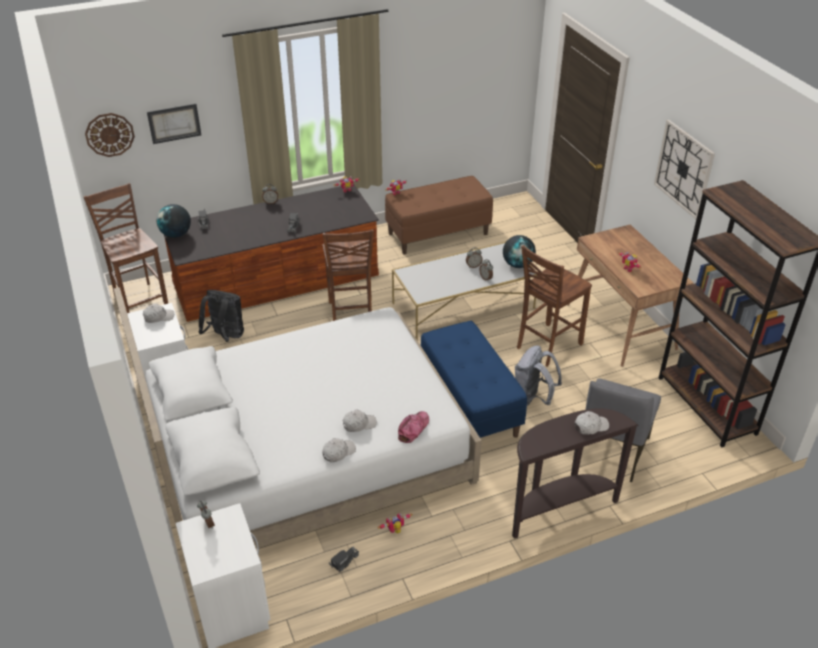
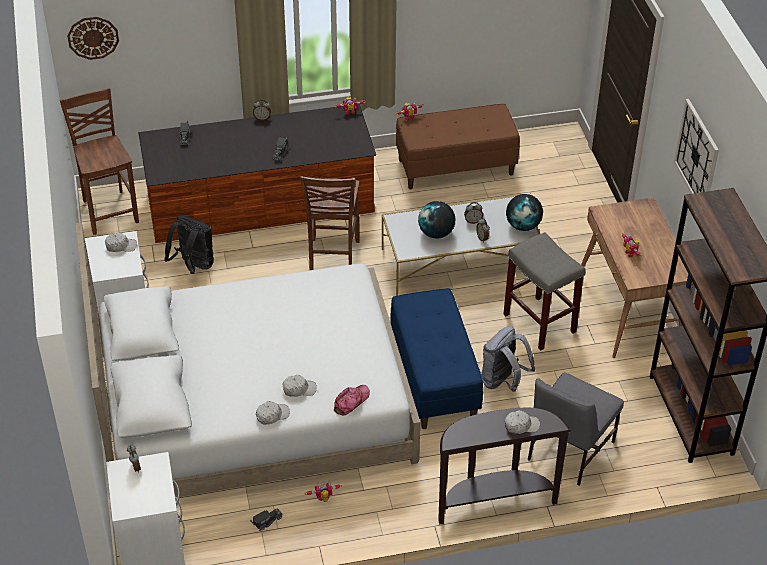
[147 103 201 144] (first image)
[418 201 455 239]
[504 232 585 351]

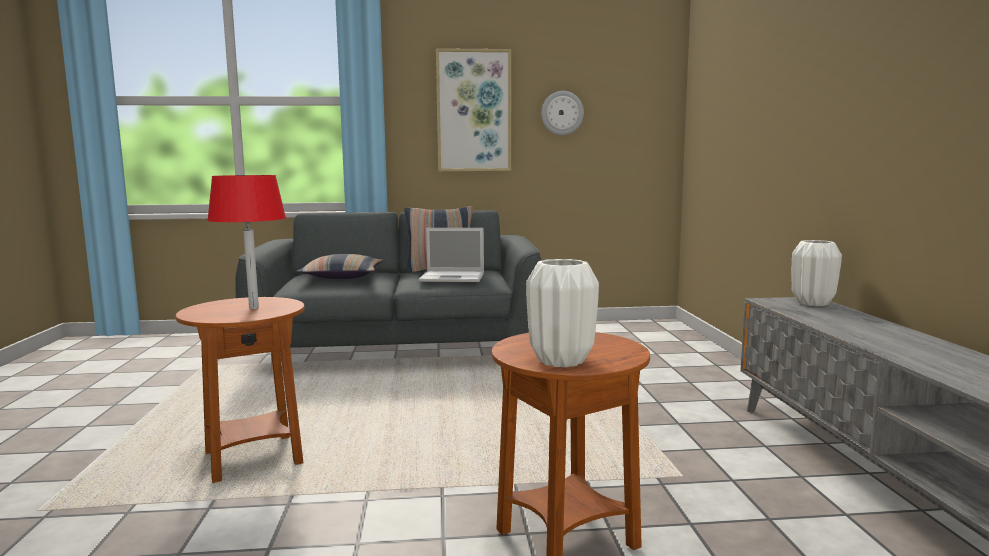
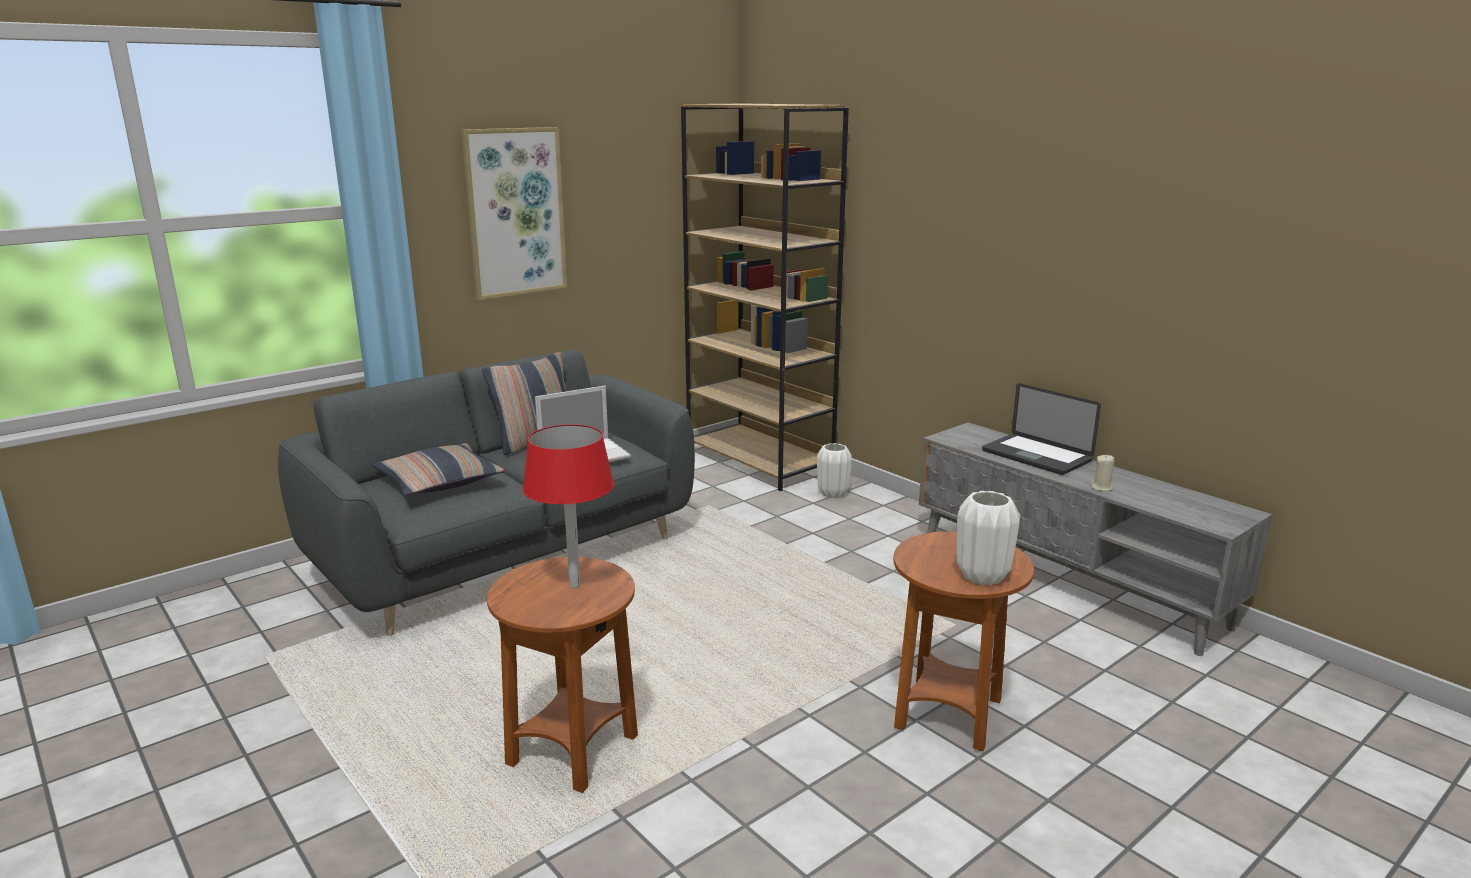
[541 91 584 135] (first image)
[681 104 849 491]
[982 383 1101 475]
[1091 454 1114 491]
[817 443 852 498]

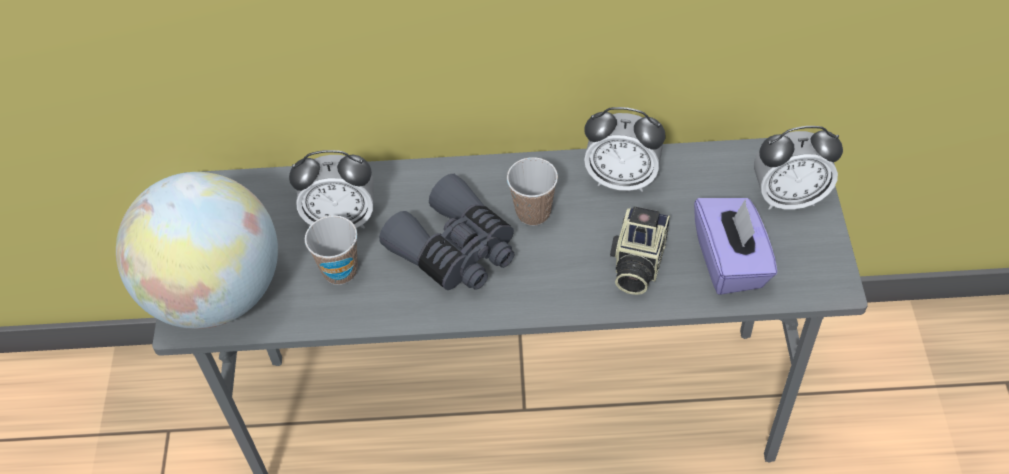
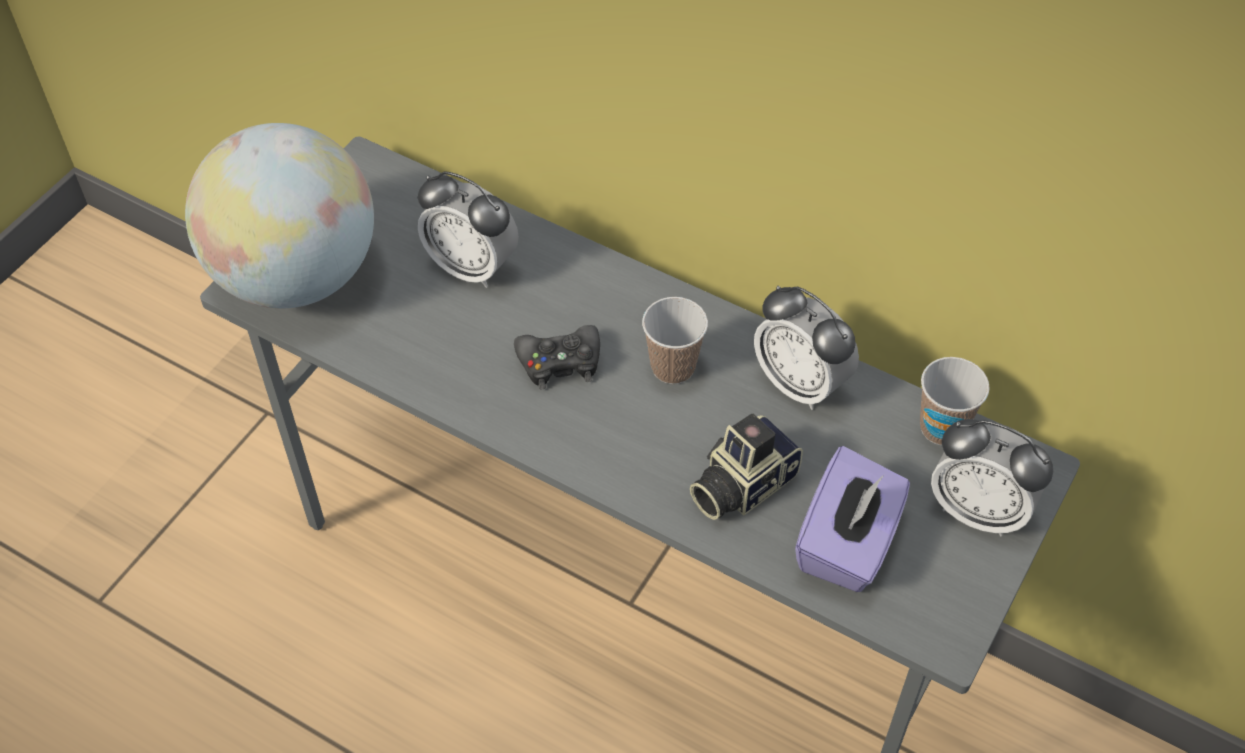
[920 357 990 445]
[514 325 600 390]

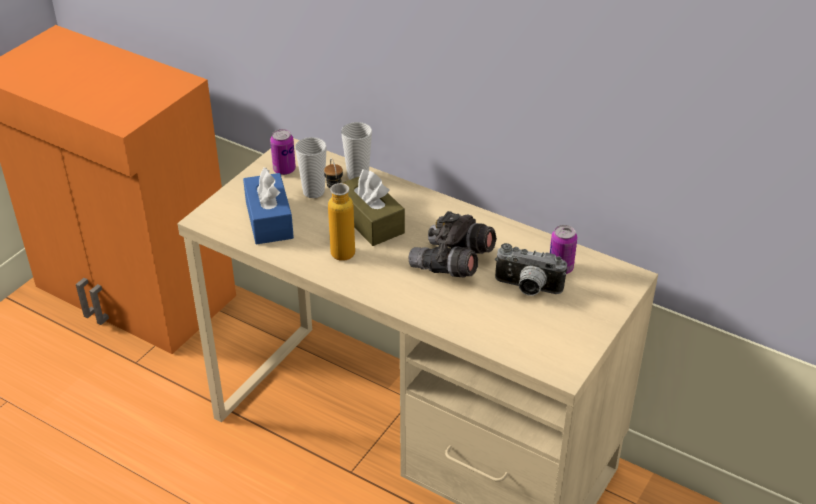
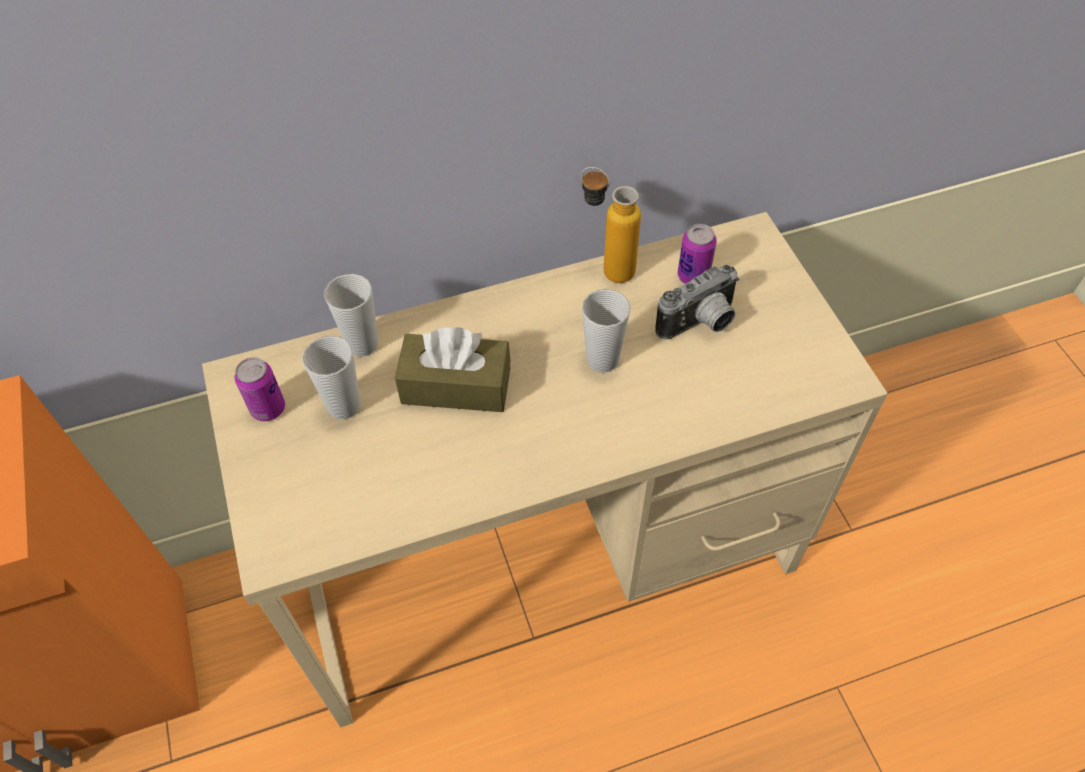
[243 168 294 244] (first image)
[581 167 641 283]
[582 289 631 373]

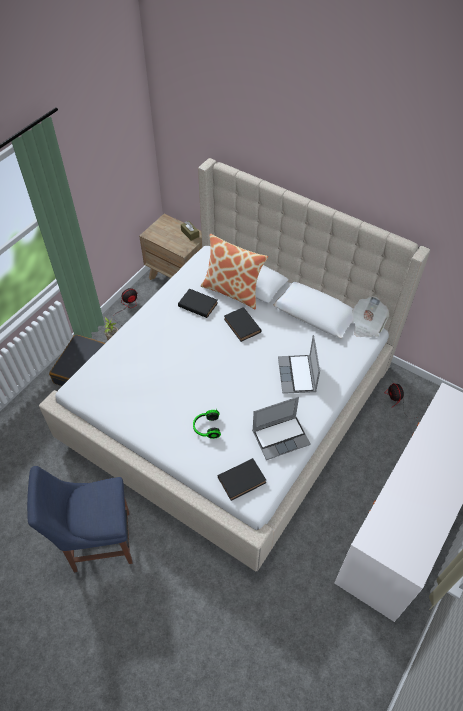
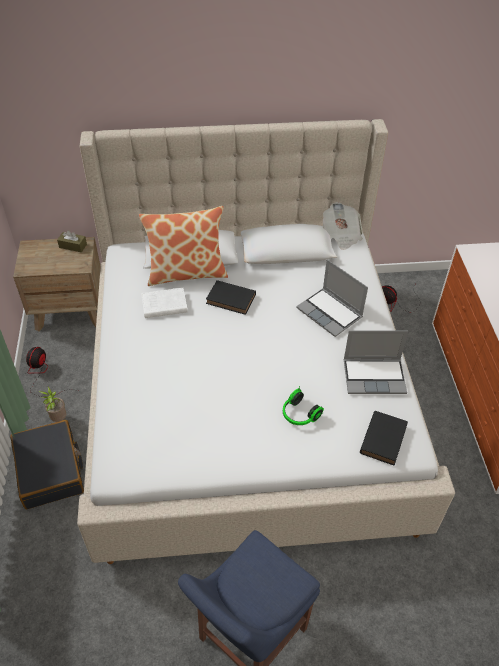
[141 288 188 318]
[344 330 408 394]

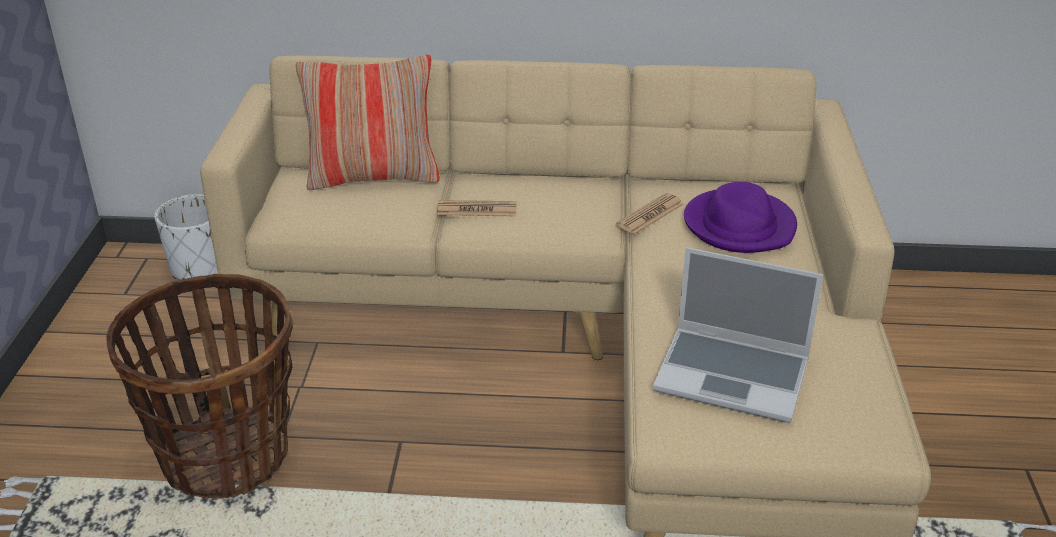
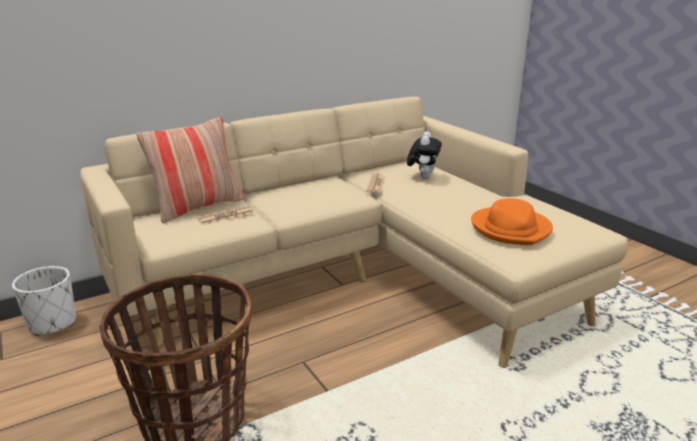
[196 205 253 225]
[471 198 553 245]
[407 131 442 179]

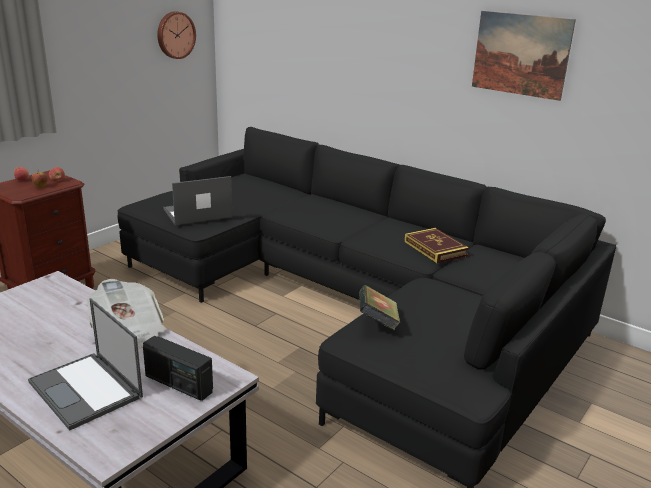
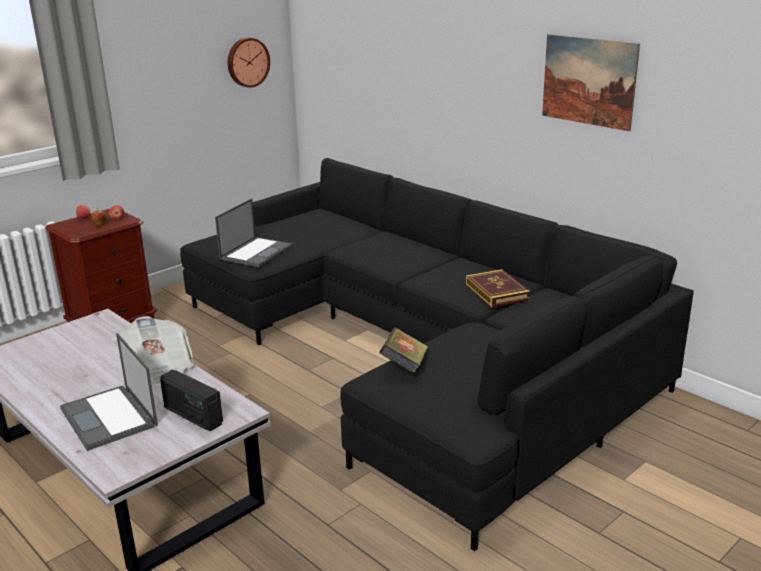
[215 198 293 267]

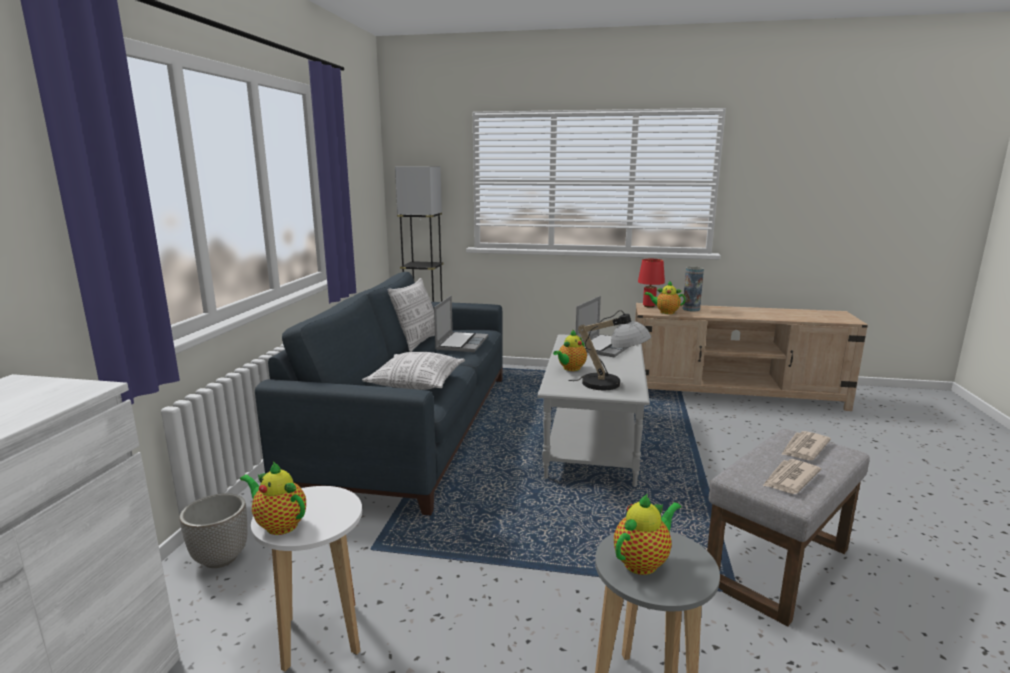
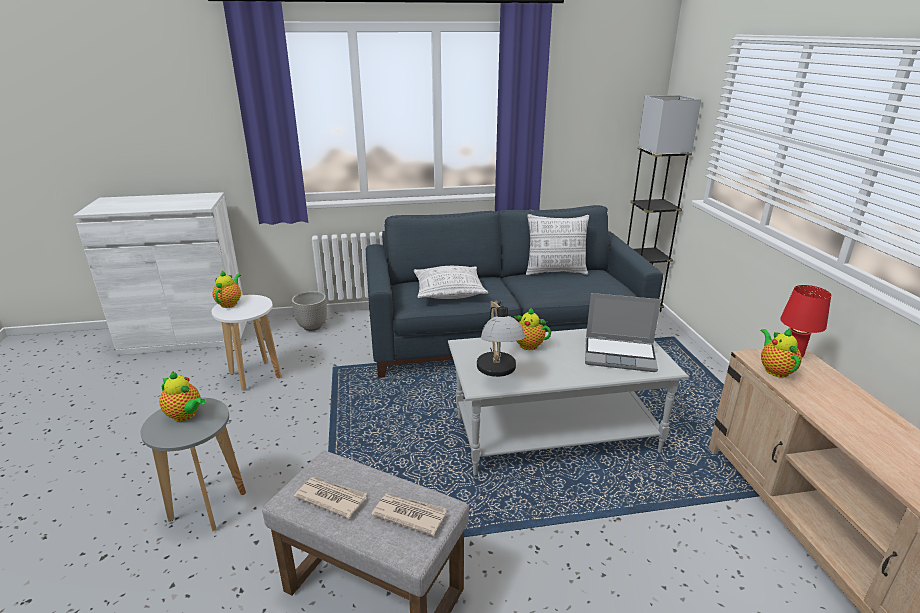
[434 295 488 352] (first image)
[683 267 704 311] (first image)

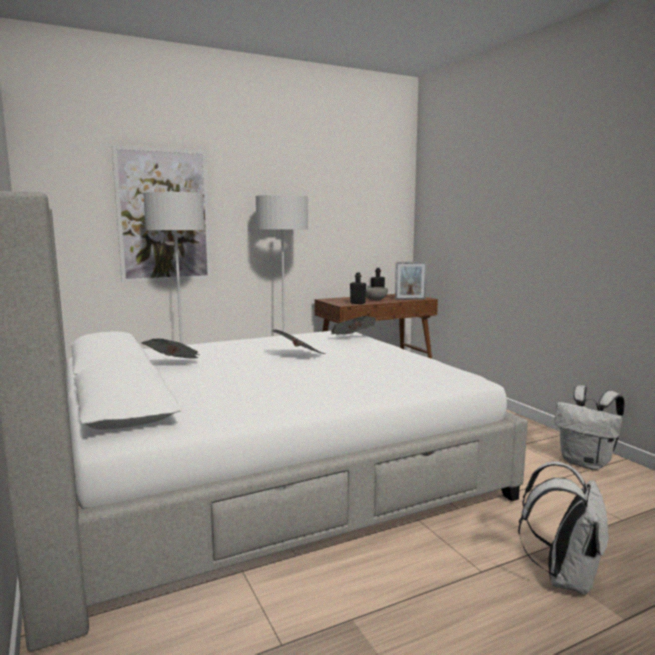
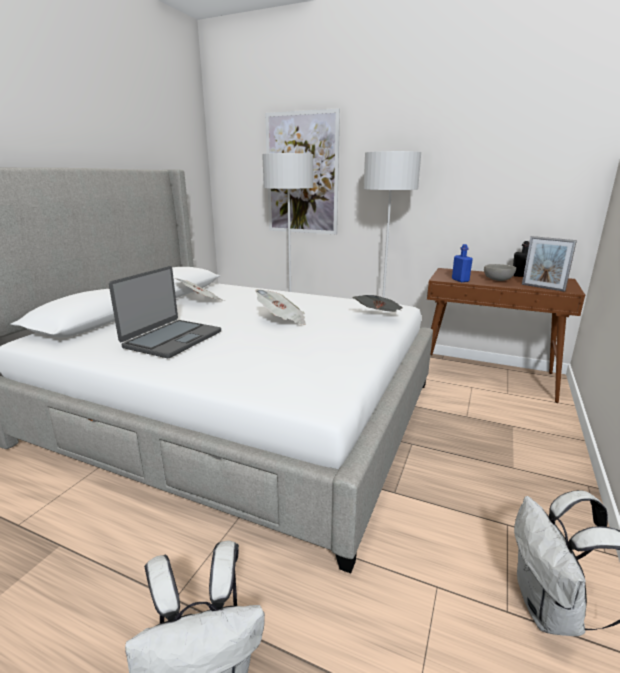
[109 266 221 358]
[452 244 473 282]

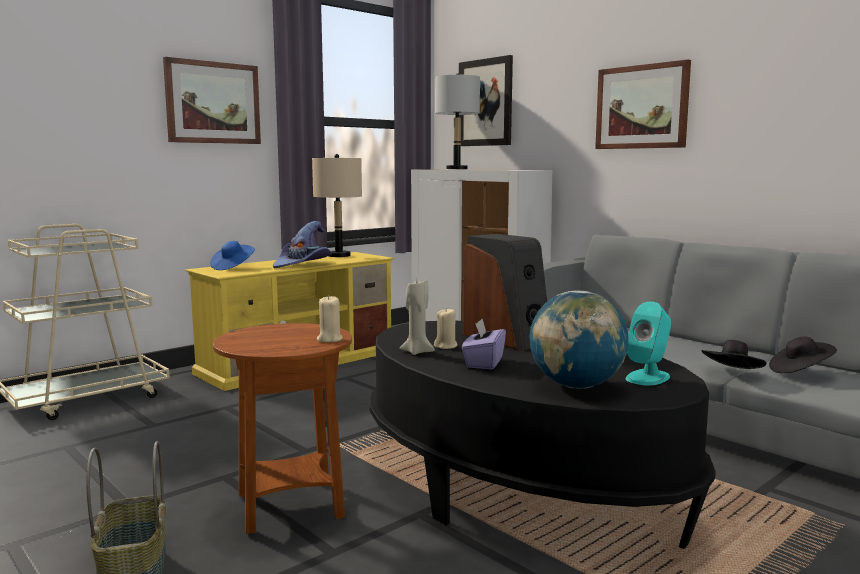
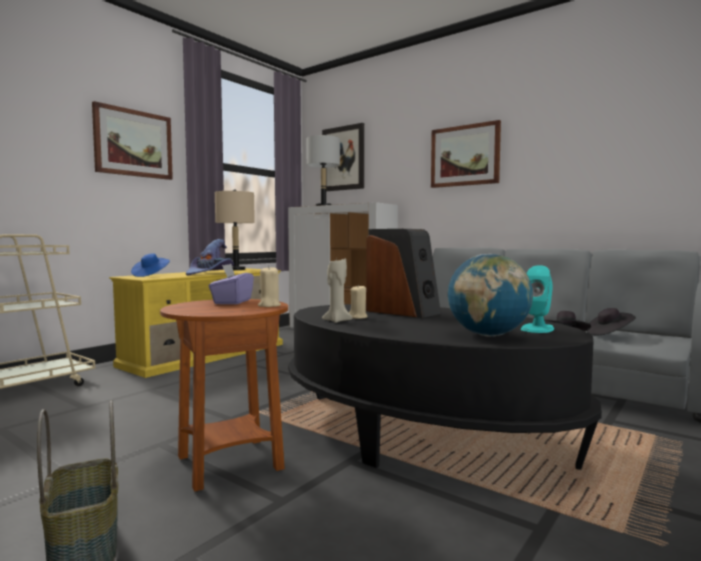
[209 264 254 304]

